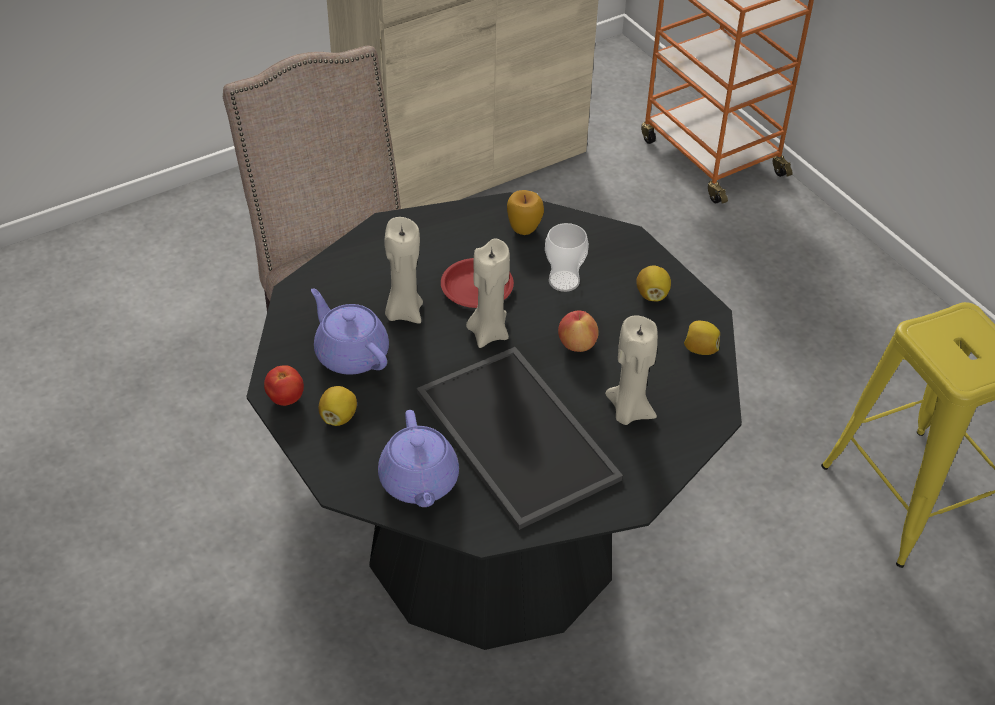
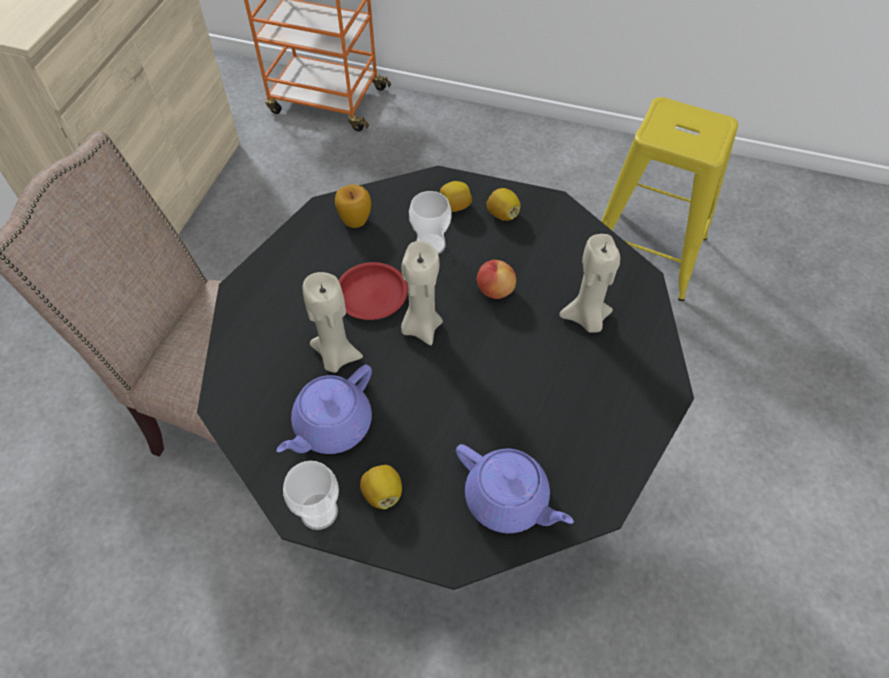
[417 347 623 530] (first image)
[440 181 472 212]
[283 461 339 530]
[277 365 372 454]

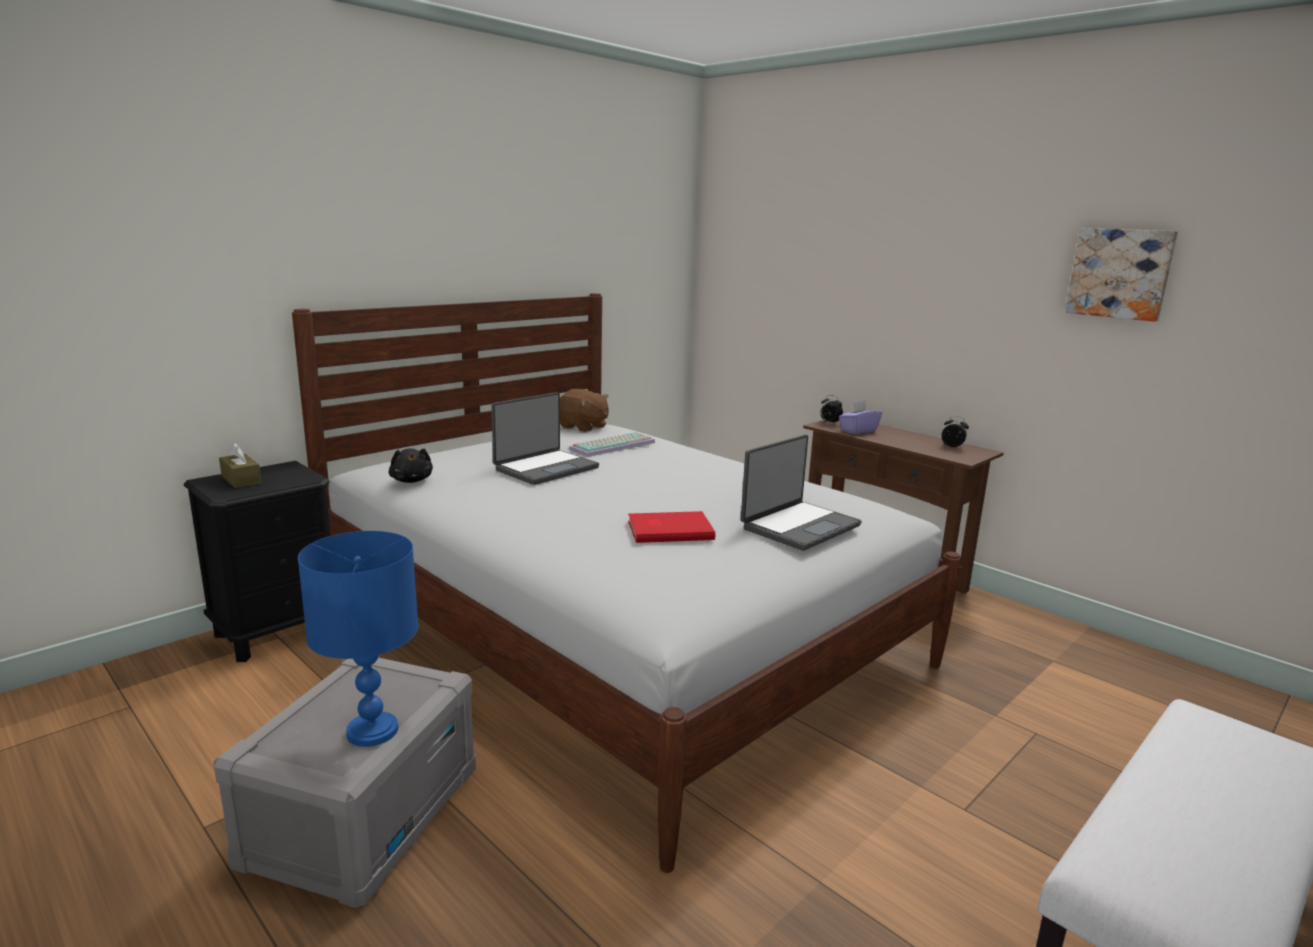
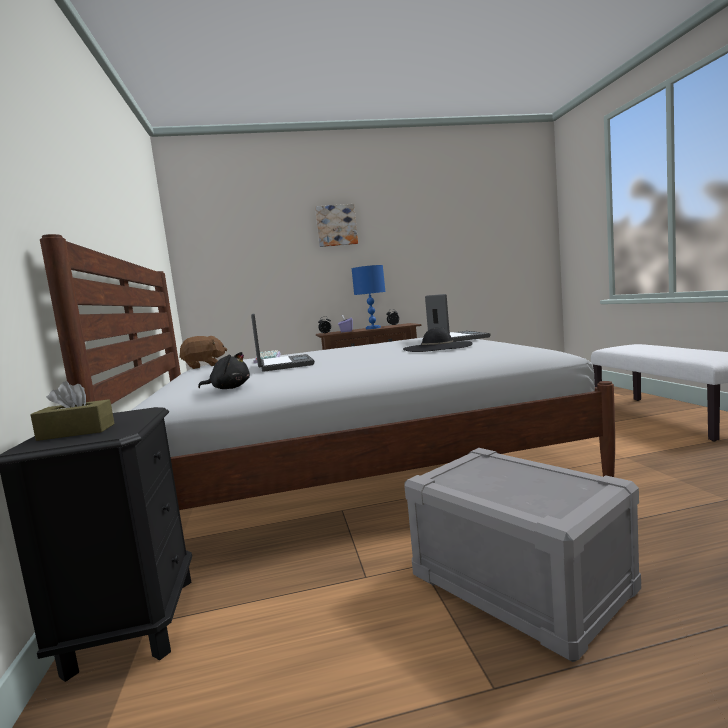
[352 265 385 329]
[315 204 358 247]
[403 327 473 352]

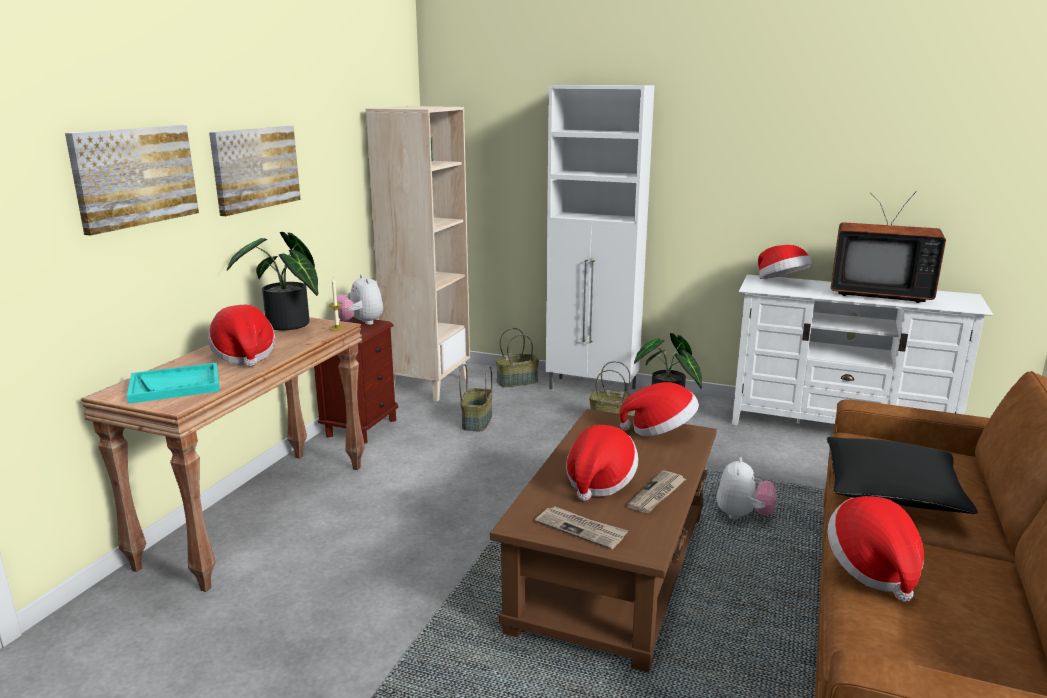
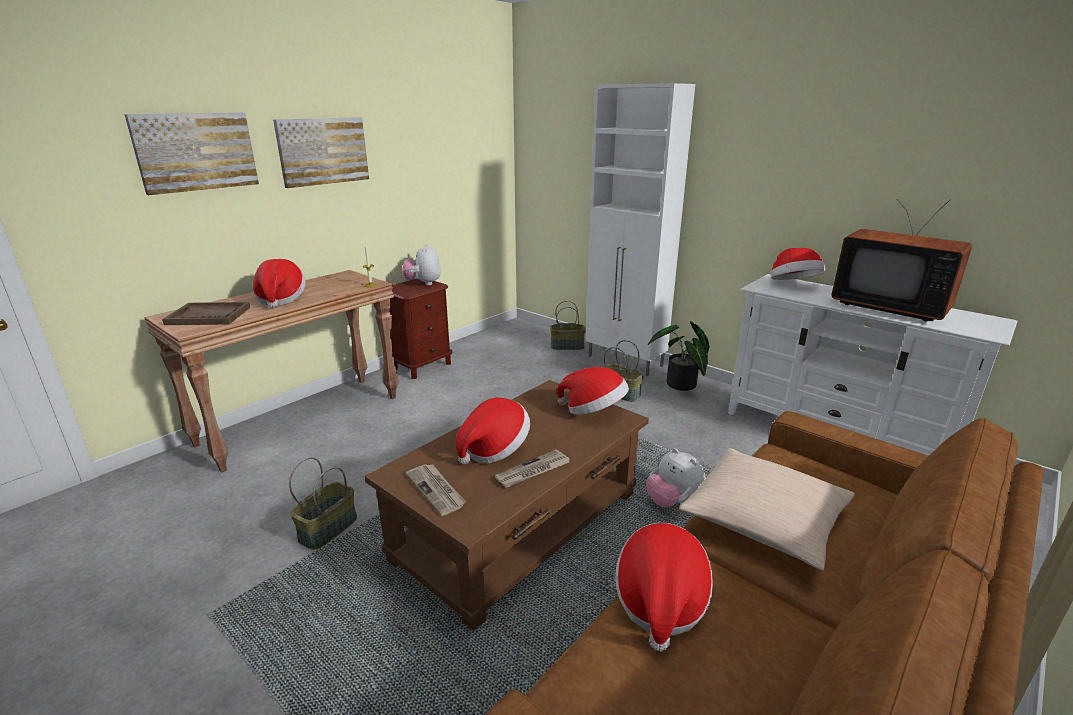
[227 232 318 330] (first image)
[366 106 470 401] (first image)
[289 457 357 550]
[162 302 250 325]
[679 448 855 571]
[646 448 706 507]

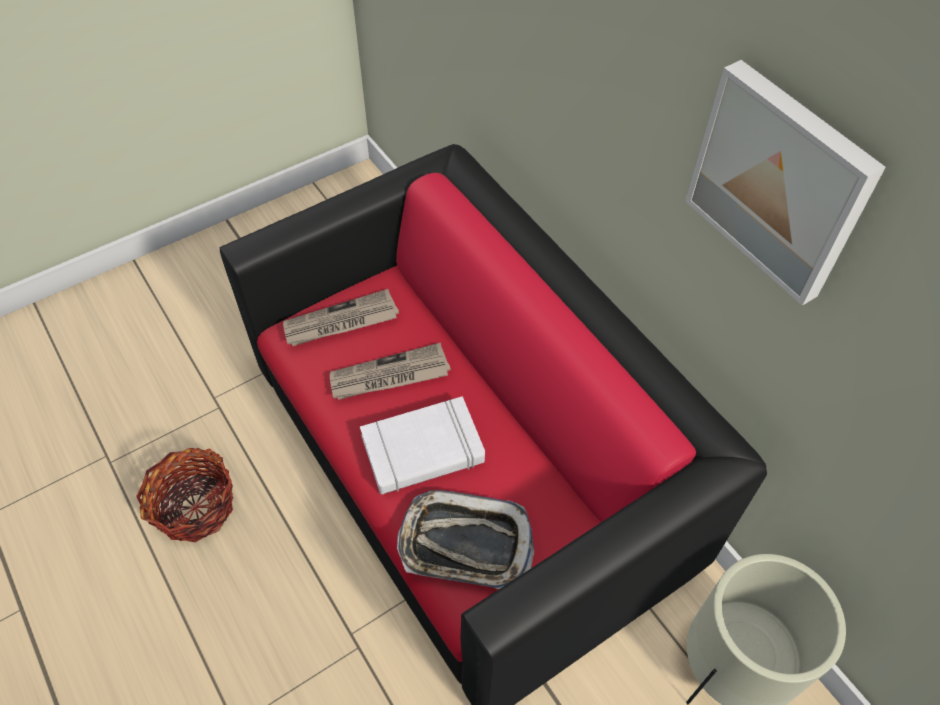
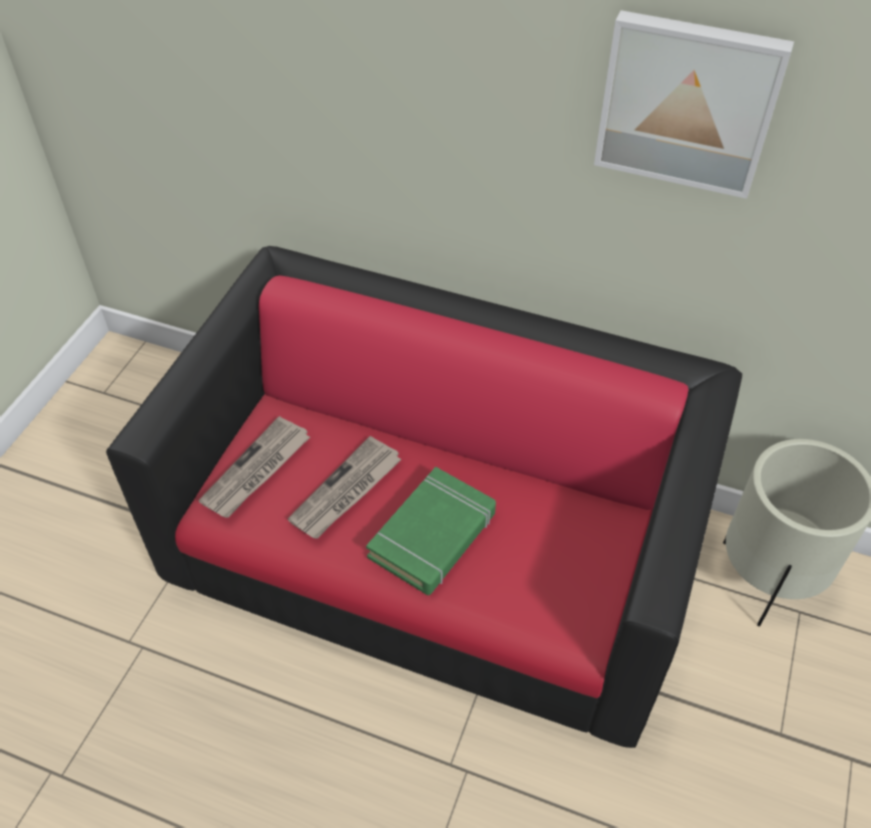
[136 448 233 542] (first image)
[397 490 534 589] (first image)
[366 467 496 595]

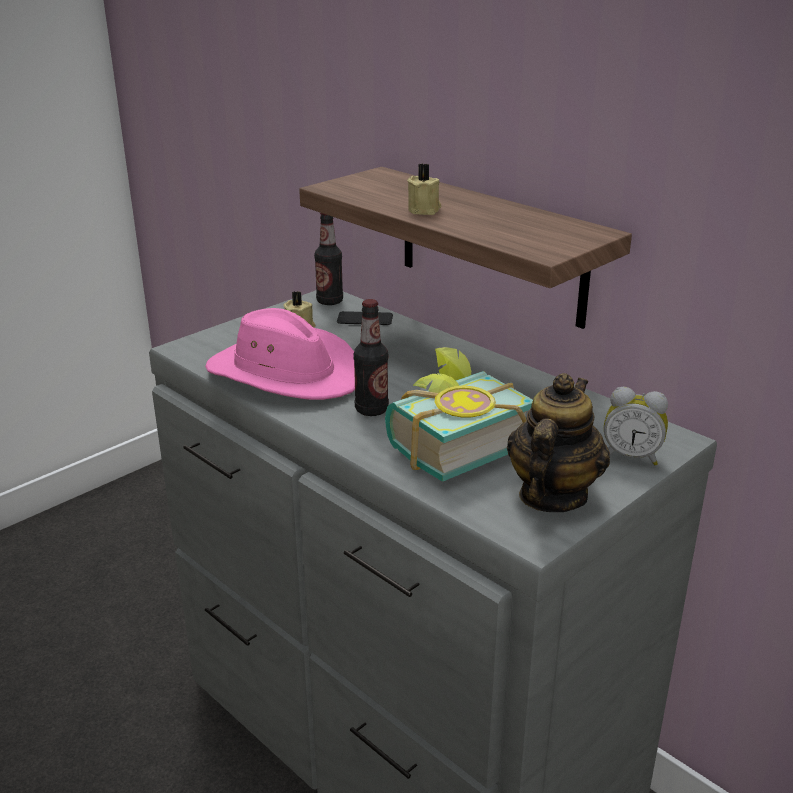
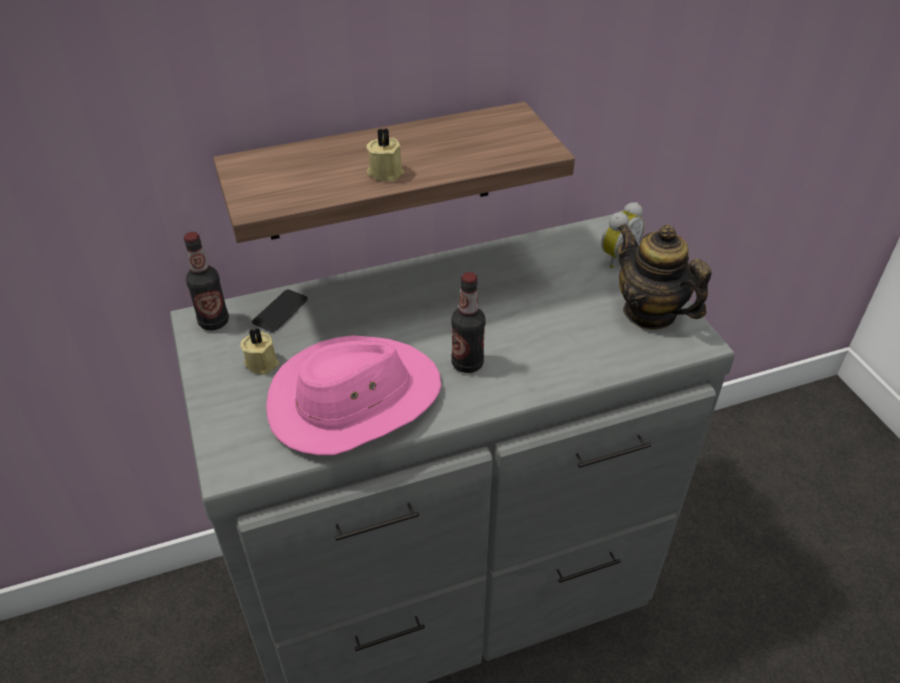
[385 347 533 482] (first image)

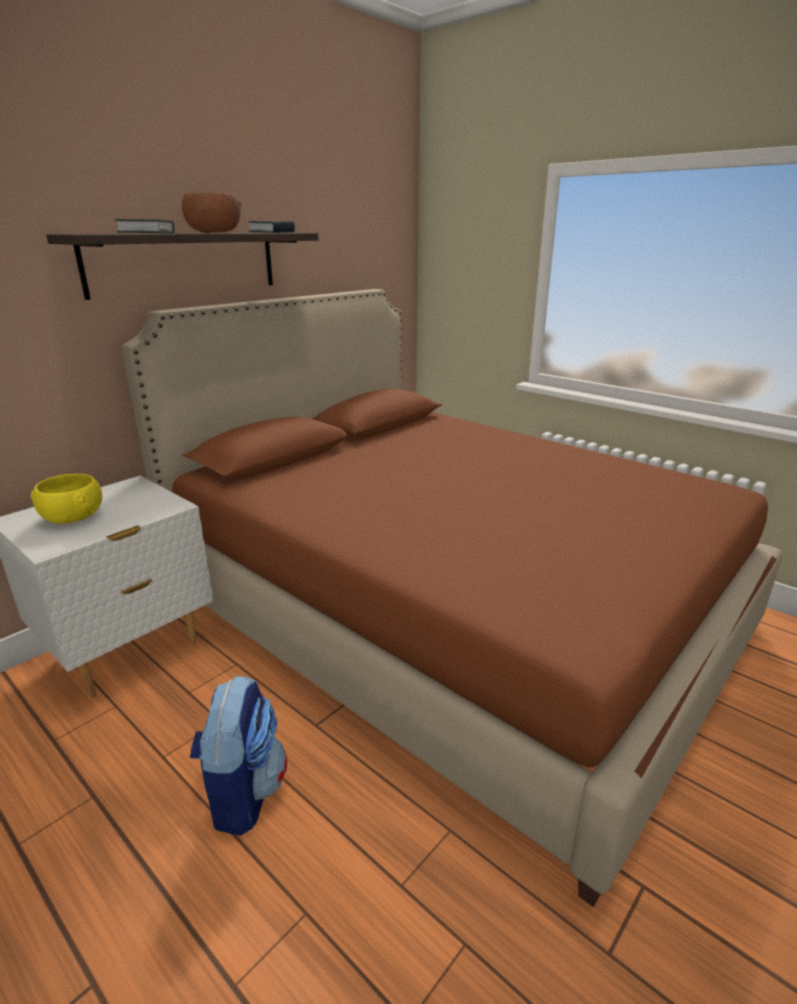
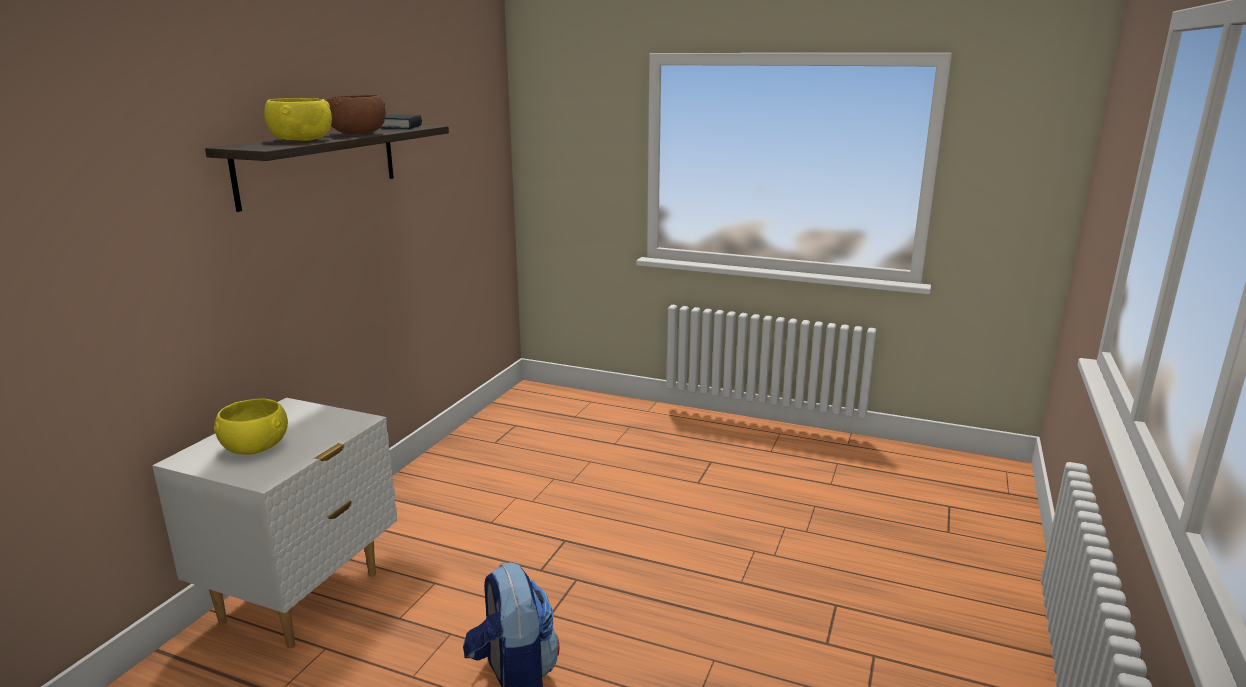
[121 289 782 907] (first image)
[264 98 332 141]

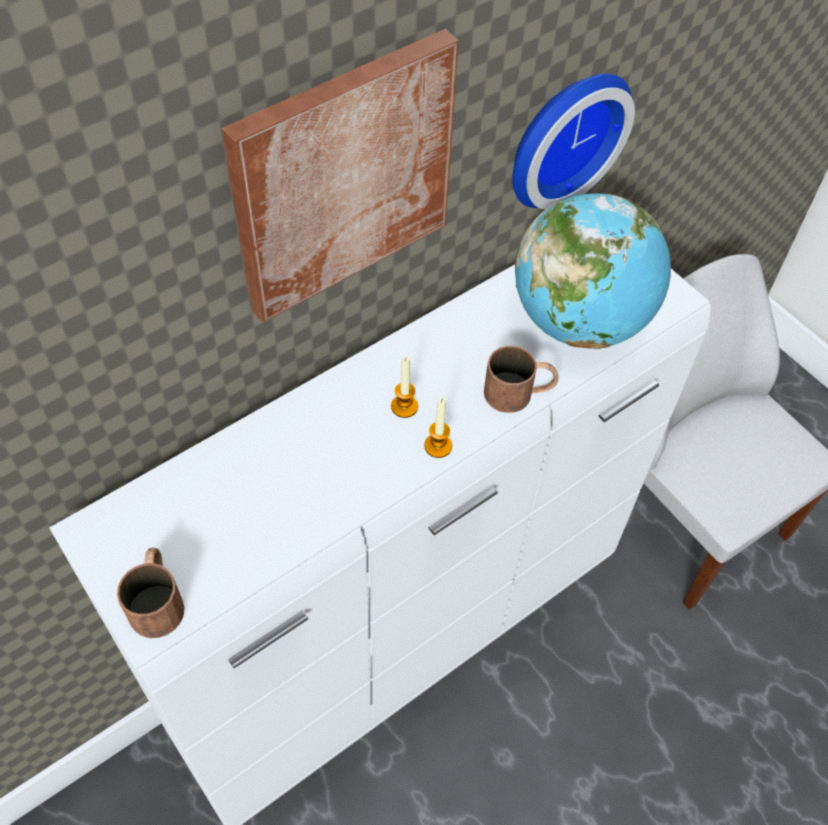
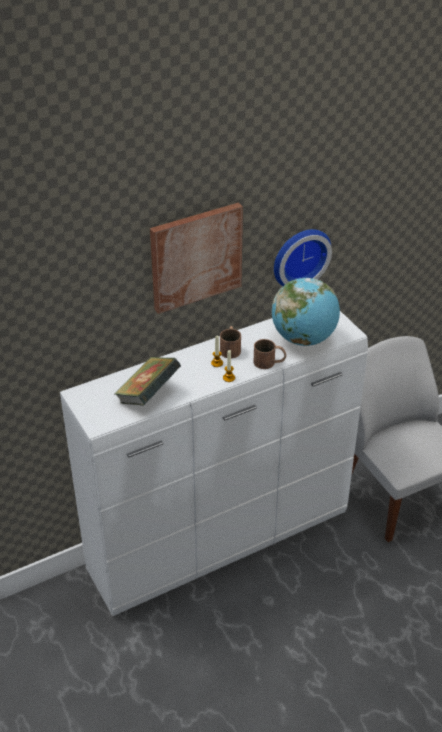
[114 357 181 406]
[220 326 241 359]

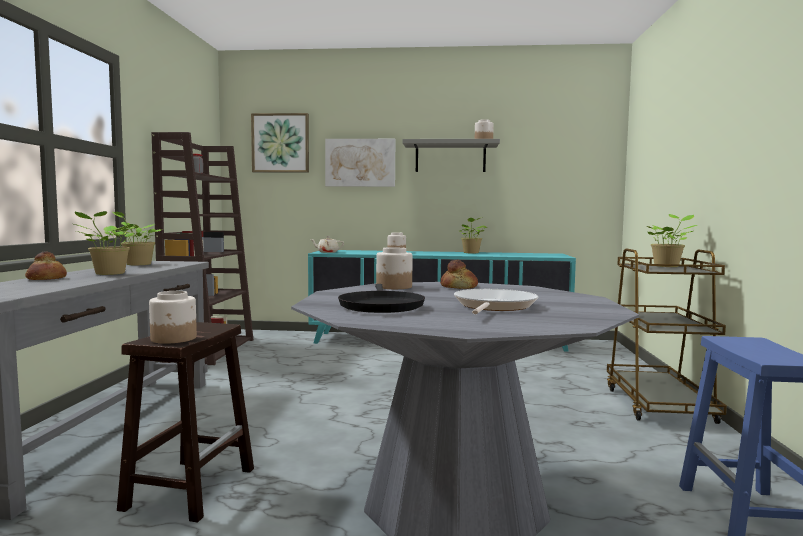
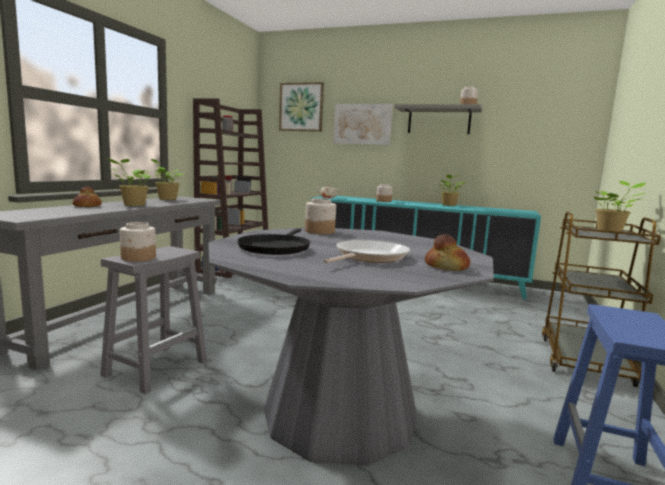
[425 234 470 271]
[101 246 207 394]

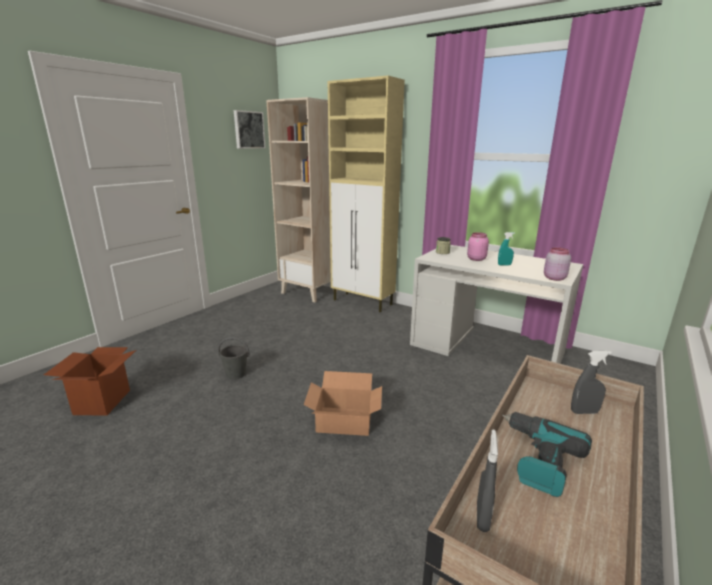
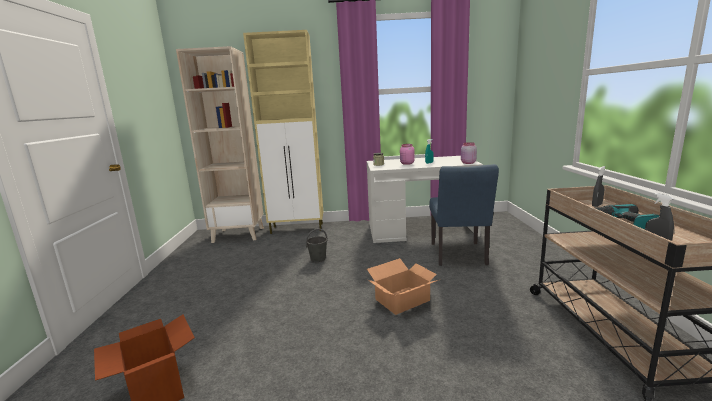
[234 110 266 149] (first image)
[429 164 499 266]
[306 228 328 262]

